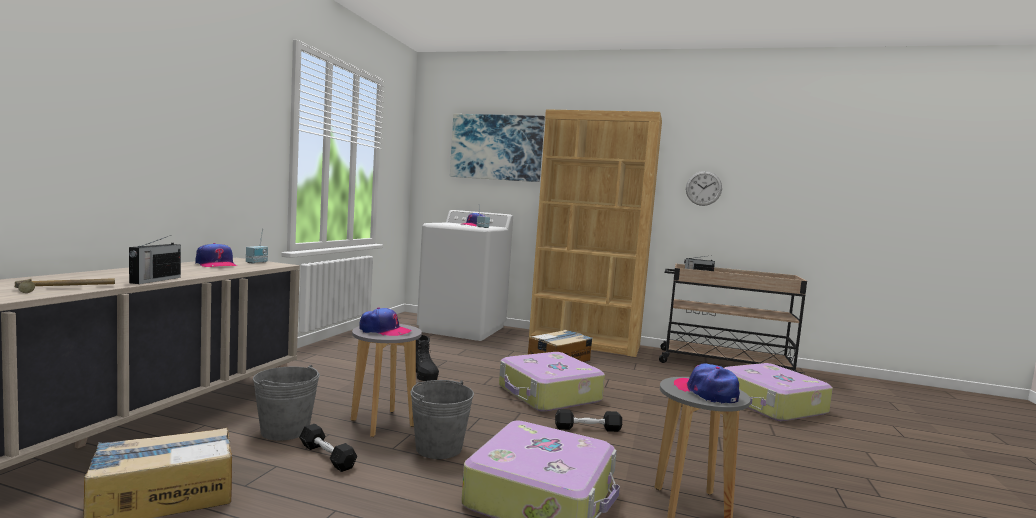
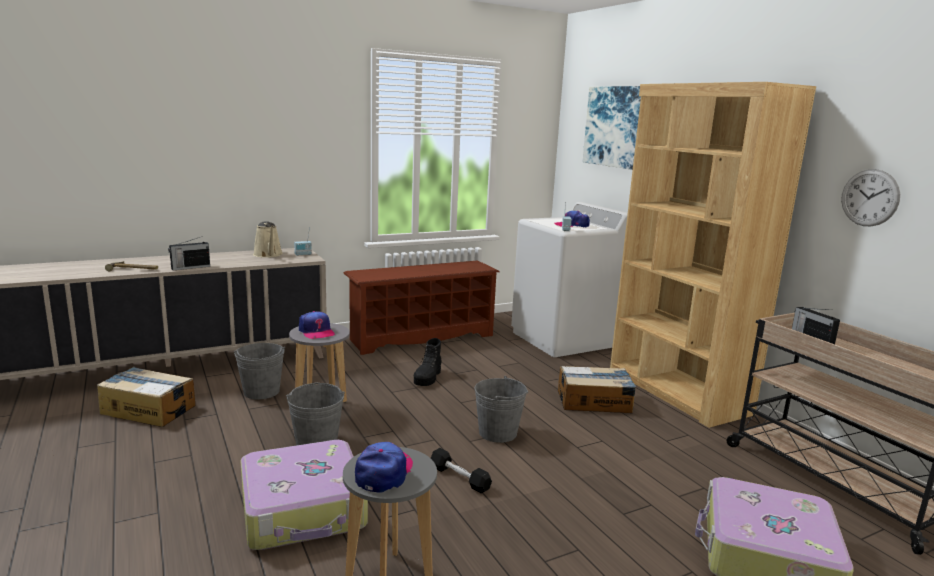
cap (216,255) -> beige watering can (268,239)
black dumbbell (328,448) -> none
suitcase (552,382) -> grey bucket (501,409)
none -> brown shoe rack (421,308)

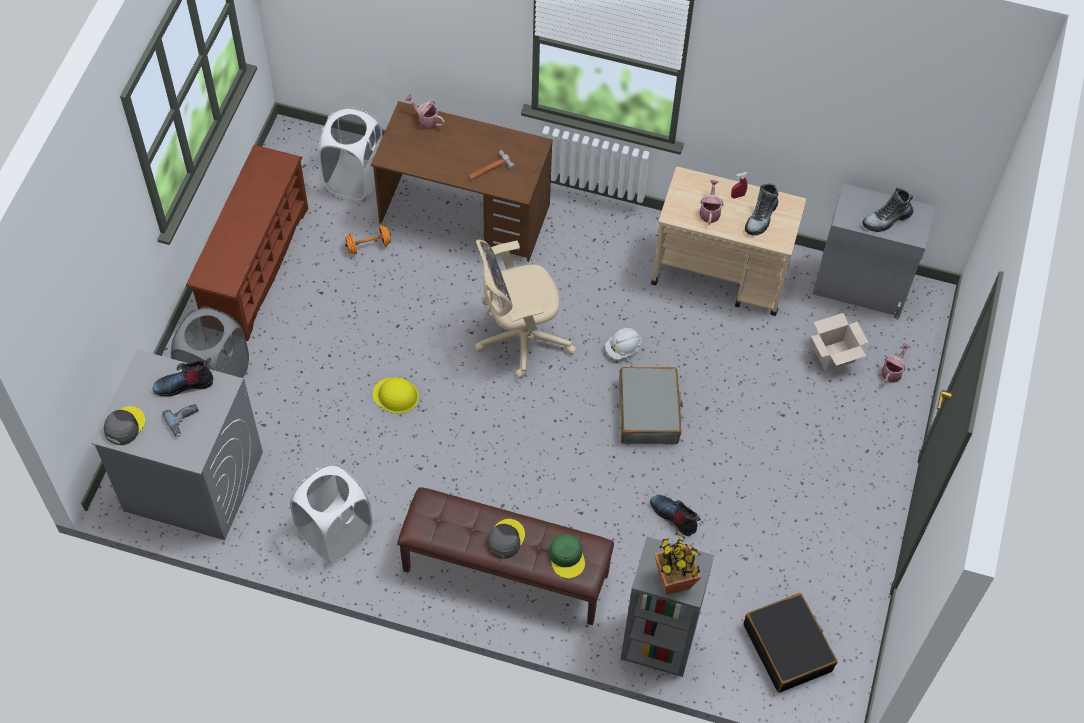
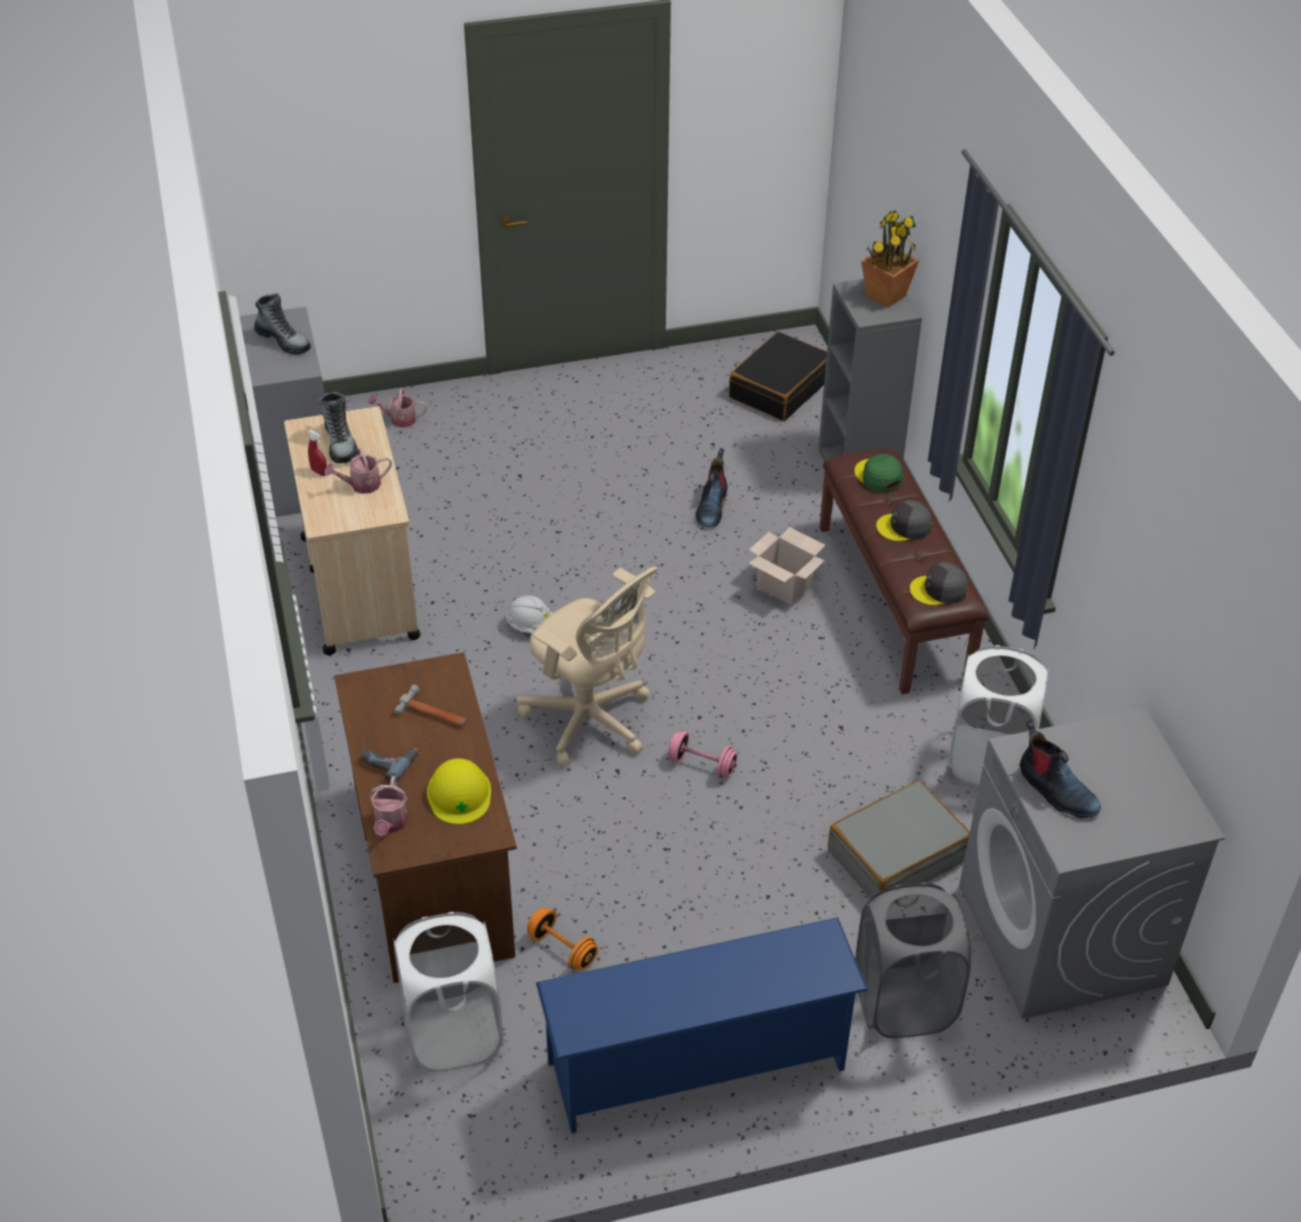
grey cap (124,425) -> grey cap (939,584), shifted
power drill (180,420) -> power drill (389,765), shifted
brown shoe rack (247,243) -> blue shoe rack (702,1025)
yellow hard hat (396,395) -> yellow hard hat (459,791), shifted
green cap (567,556) -> green cap (878,473), 75 degrees counterclockwise
grey suitcase (651,405) -> grey suitcase (899,839), shifted
boot (762,209) -> boot (338,427), 75 degrees clockwise
cardboard box (839,342) -> cardboard box (786,566), shifted
none -> pink dumbbell (703,754)

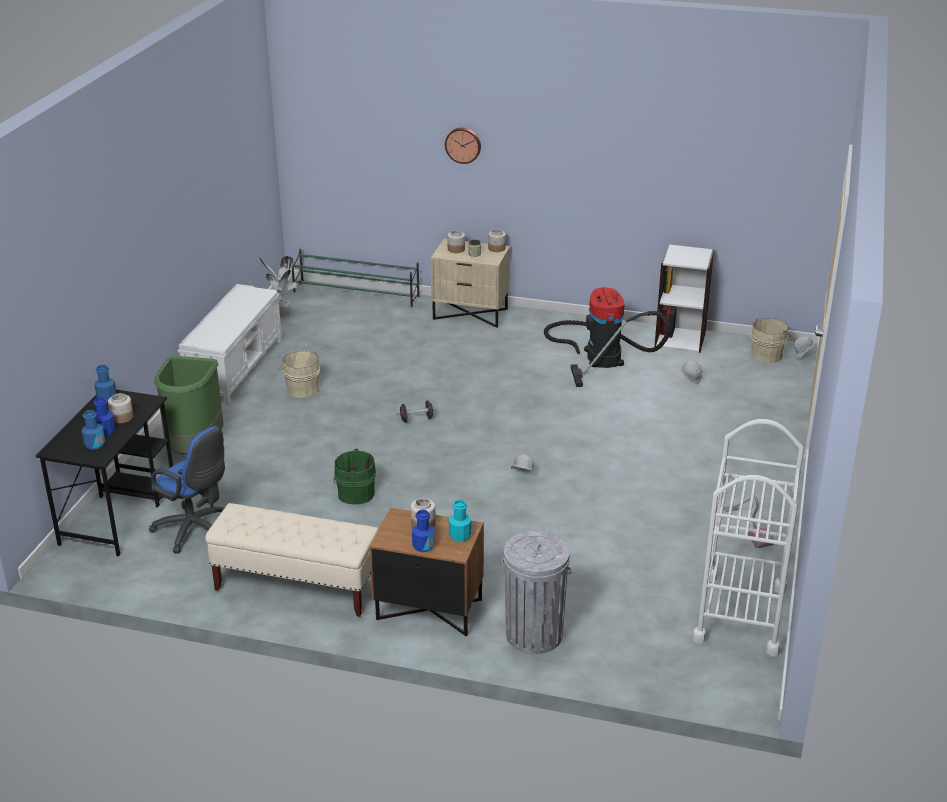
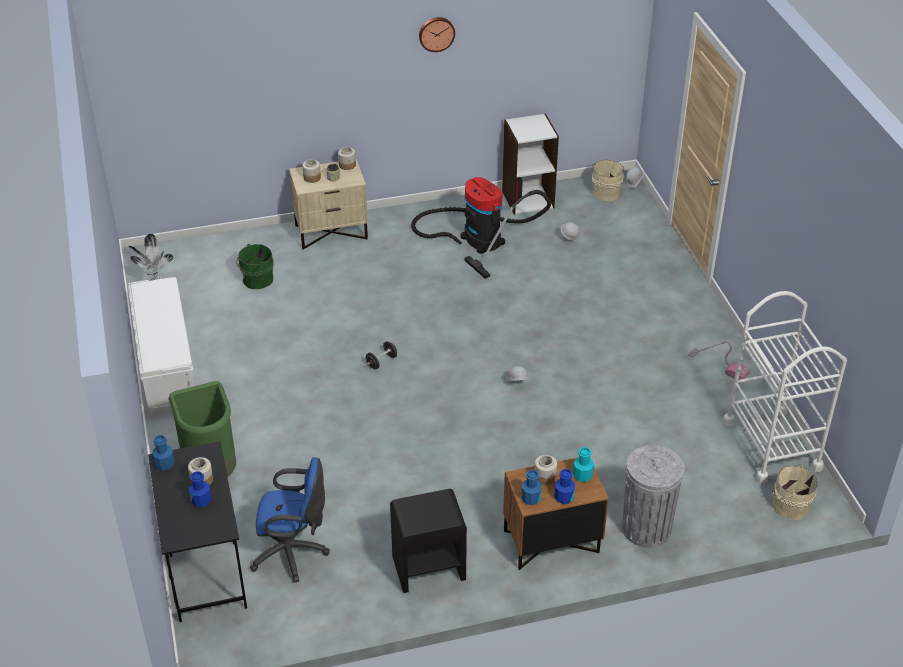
blue bottle (93,430) -> blue bottle (531,487), shifted
beige bench (291,560) -> black nightstand (428,541)
beige bucket (299,374) -> beige bucket (795,492), shifted
green shoe rack (356,277) -> none
green bucket (354,477) -> green bucket (255,266), shifted
wall clock (463,146) -> wall clock (437,34), shifted

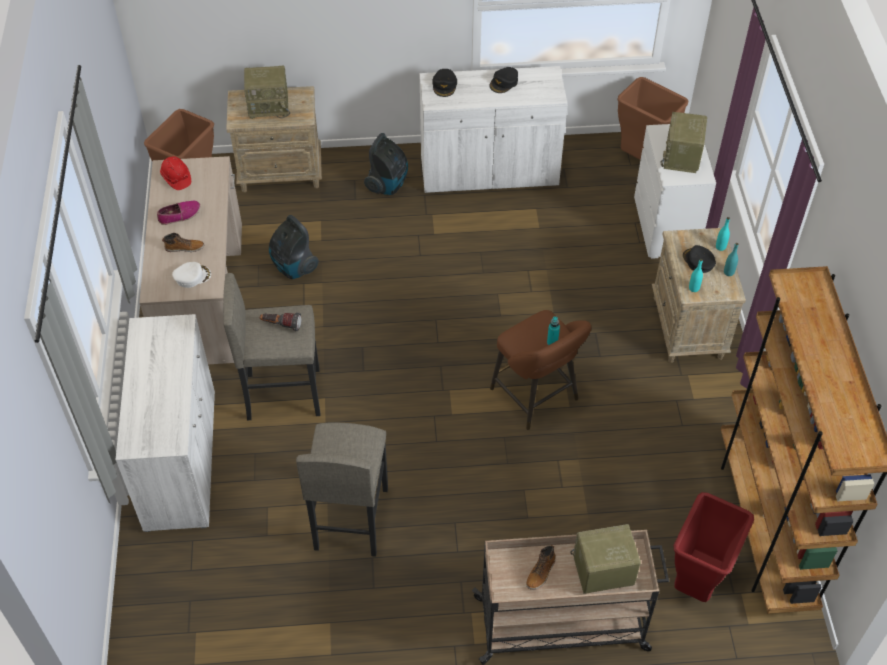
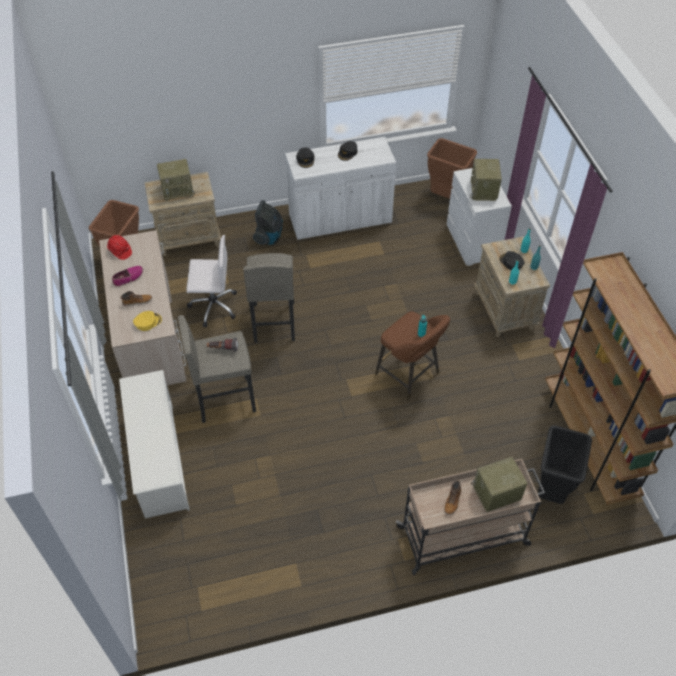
white cabinet (165,423) -> white shoe rack (154,444)
white cap (191,275) -> yellow cap (147,321)
vacuum cleaner (294,247) -> white office chair (212,281)
grey stool (342,489) -> grey stool (269,298), shifted
red trash can (714,547) -> black trash can (565,465)

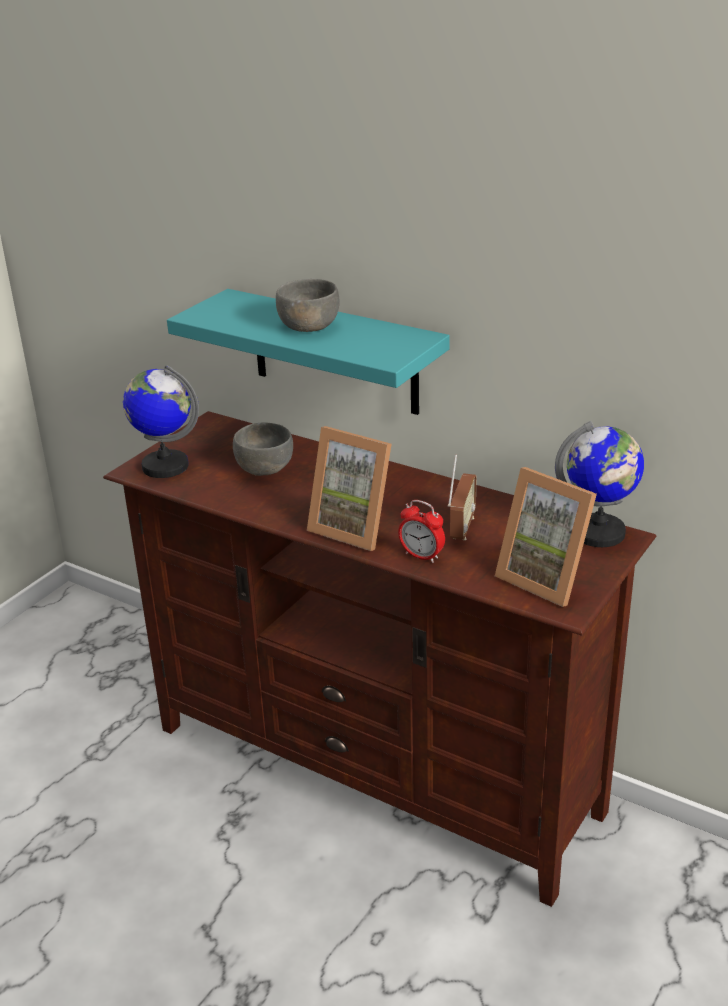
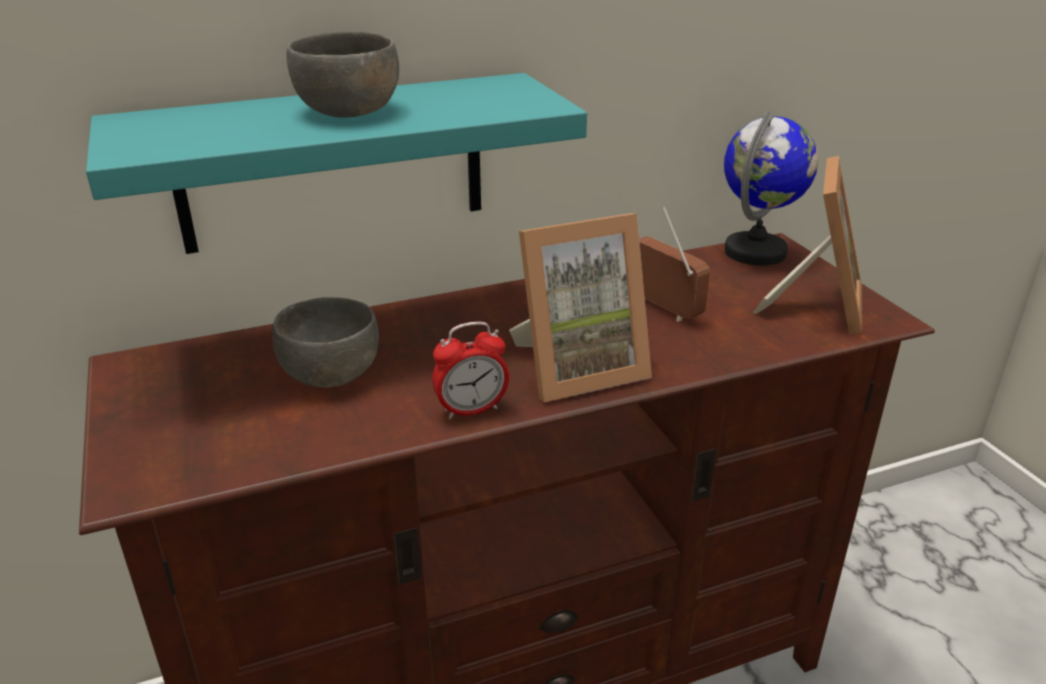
globe (161,421) -> none
alarm clock (421,531) -> alarm clock (470,370), shifted
picture frame (546,537) -> picture frame (807,245), 60 degrees counterclockwise

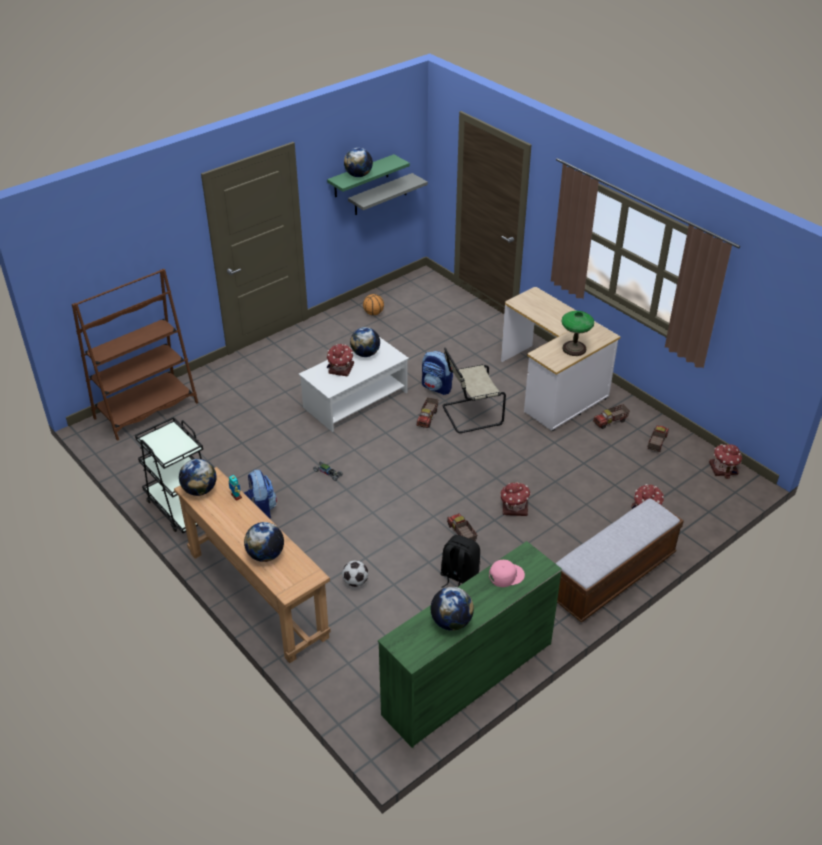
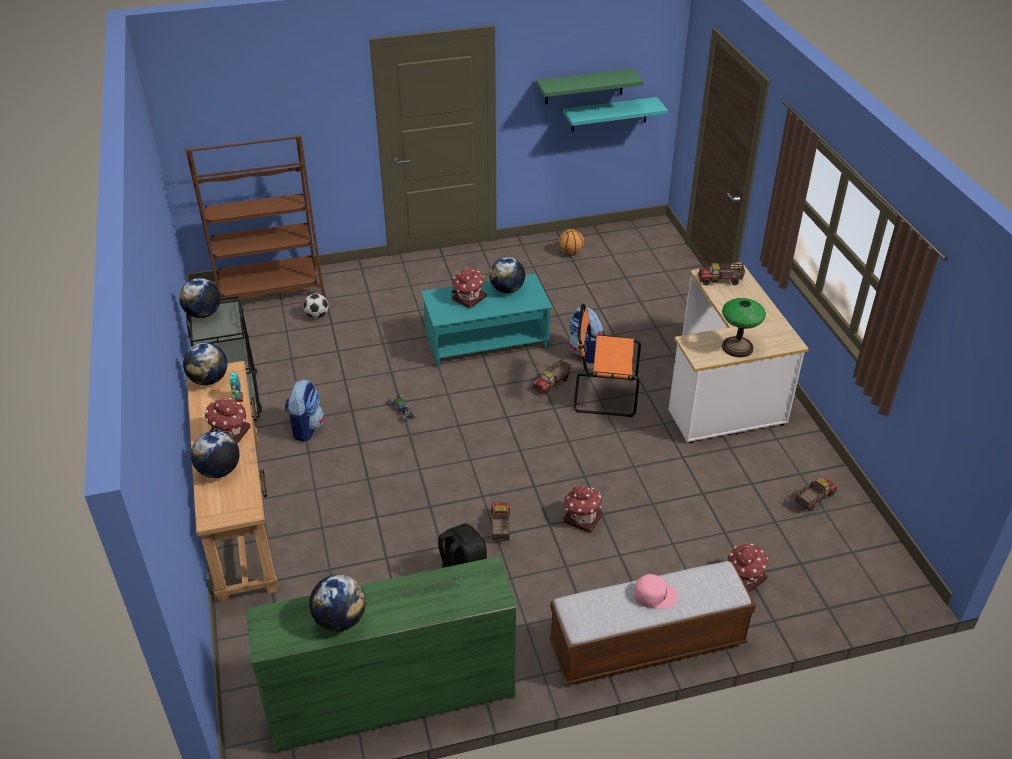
white coffee table (354,384) -> turquoise coffee table (486,320)
football (355,573) -> football (316,305), shifted
globe (358,162) -> globe (199,298), shifted
grey shelf (388,194) -> turquoise shelf (615,114)
beige chair (474,390) -> orange chair (607,360)
pink cap (507,573) -> pink cap (656,591), shifted
toy truck (611,416) -> toy truck (721,274), shifted
toy house (725,461) -> toy house (228,421), shifted

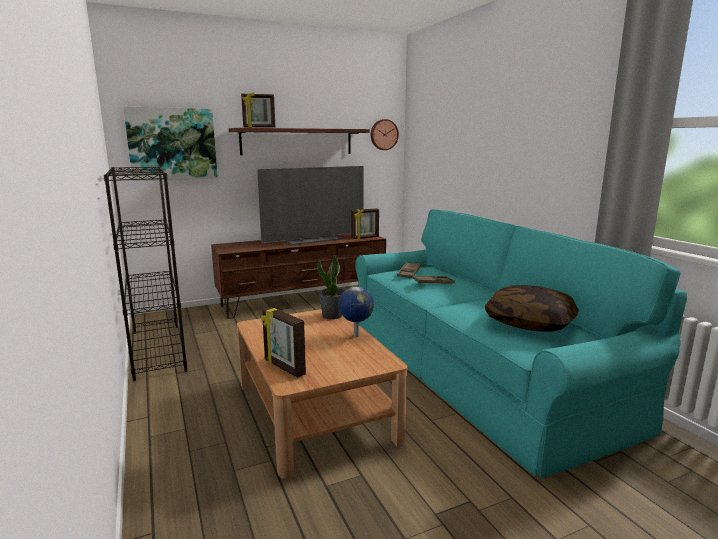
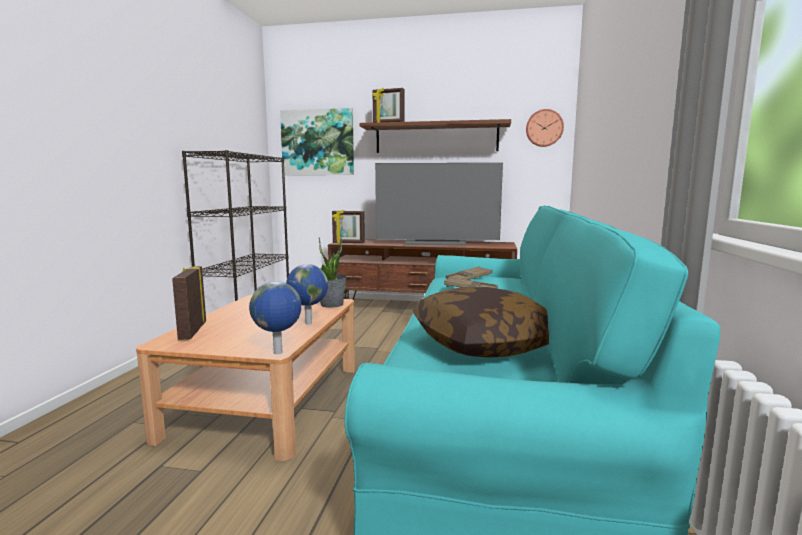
picture frame (365,223) -> picture frame (348,226), shifted
none -> globe (275,317)

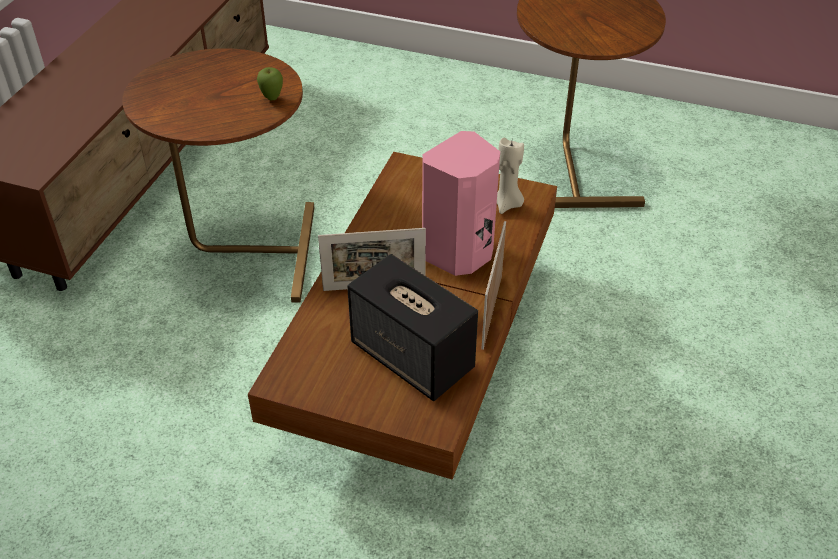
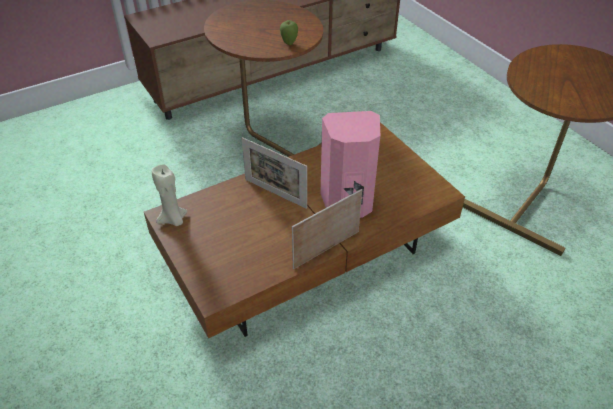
speaker (412,327) -> none
beige candle (510,176) -> beige candle (169,195), shifted

